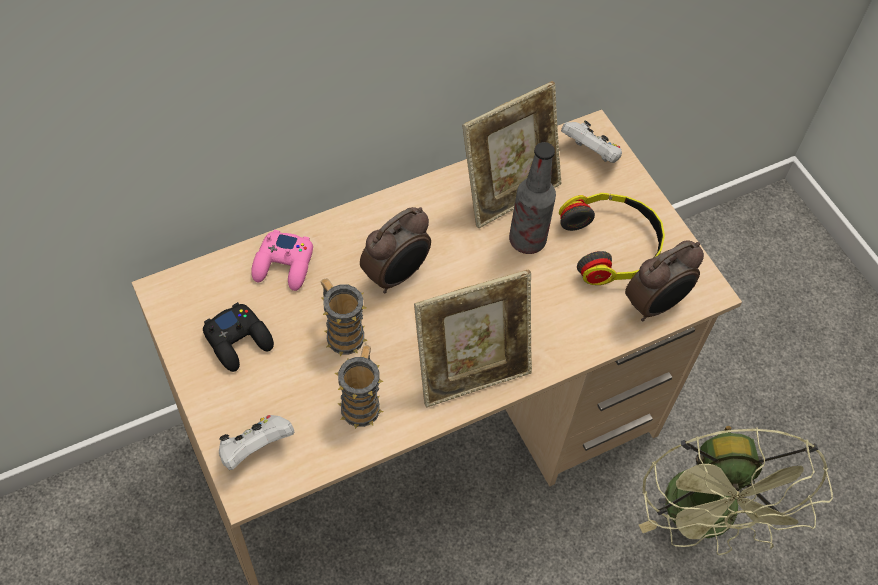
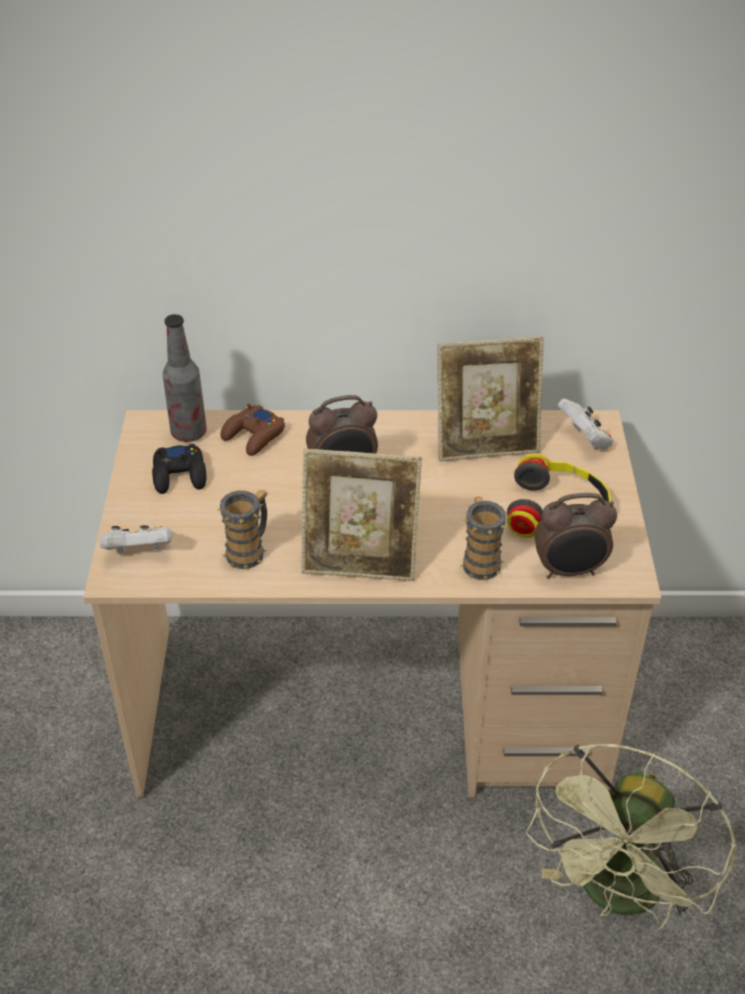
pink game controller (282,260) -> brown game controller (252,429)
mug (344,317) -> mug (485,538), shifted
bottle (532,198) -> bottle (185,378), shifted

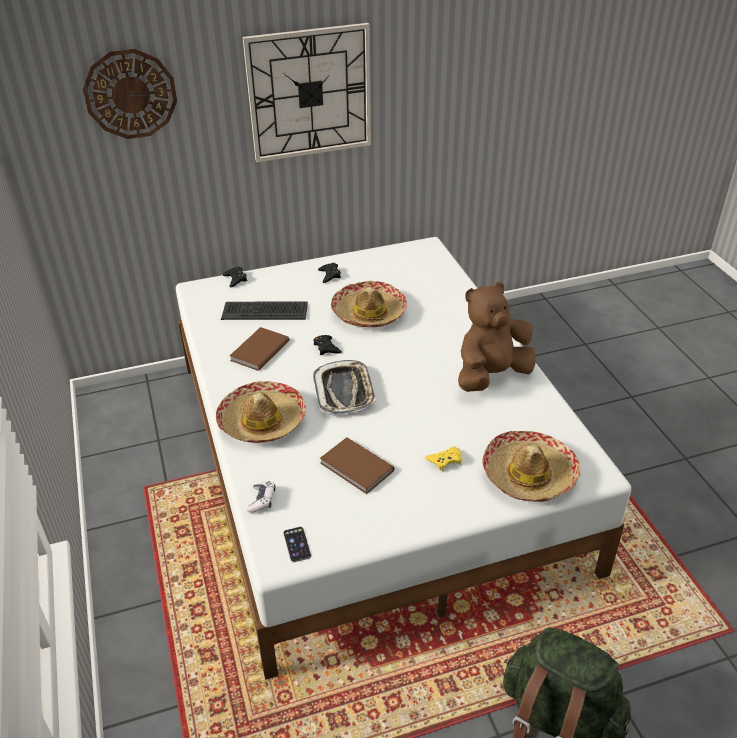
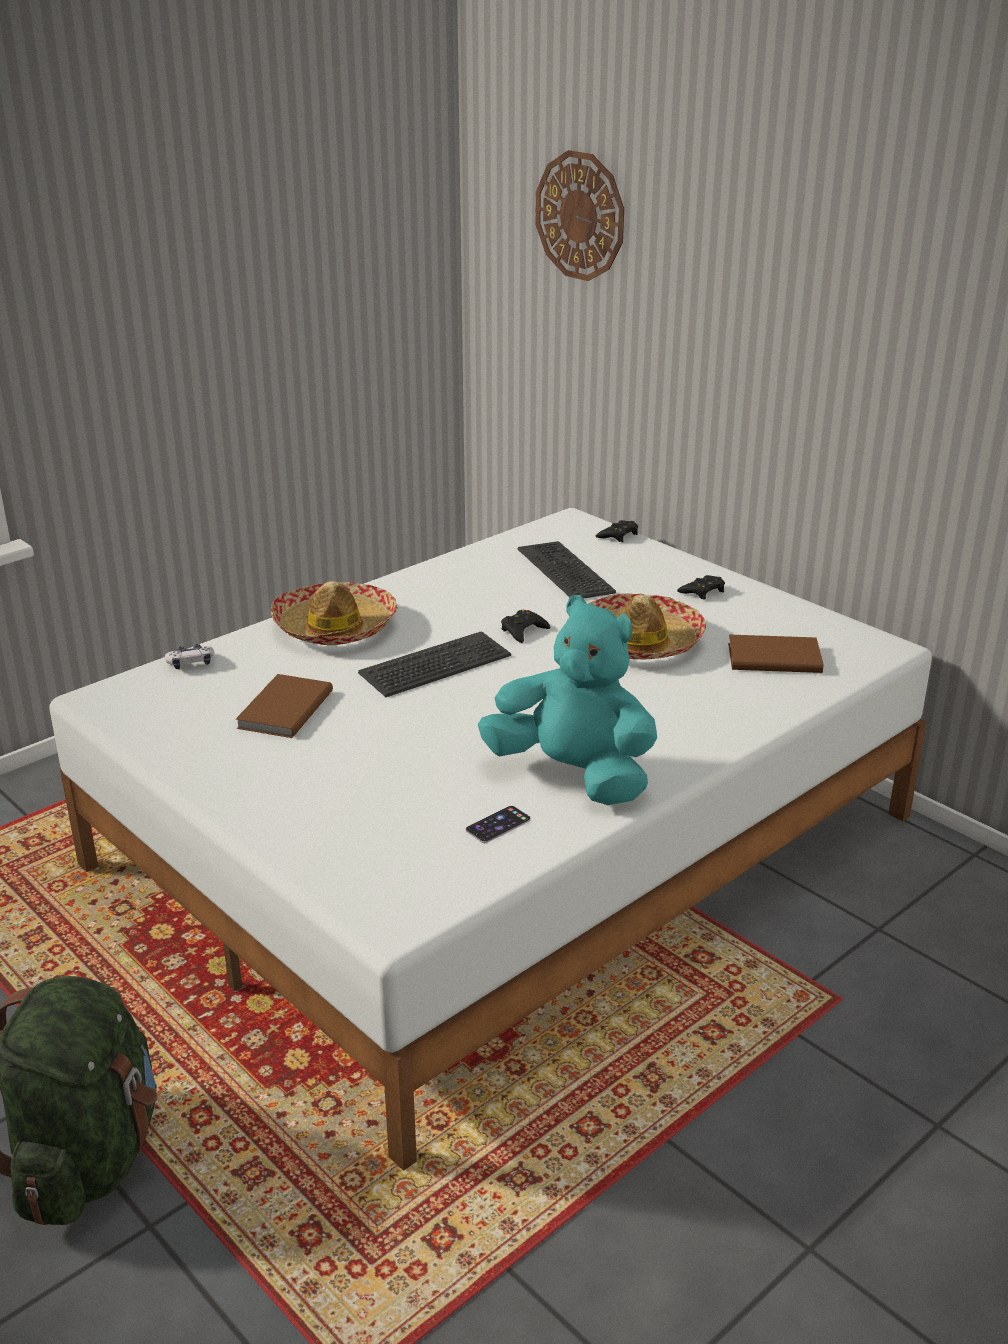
brown book (259,349) -> brown book (776,653), shifted
wall clock (307,92) -> none
phone (297,544) -> phone (498,824), shifted
tray (344,387) -> keyboard (434,664)
yellow game controller (443,459) -> none
brown plush toy (496,337) -> turquoise plush toy (567,700)
hat (531,466) -> none

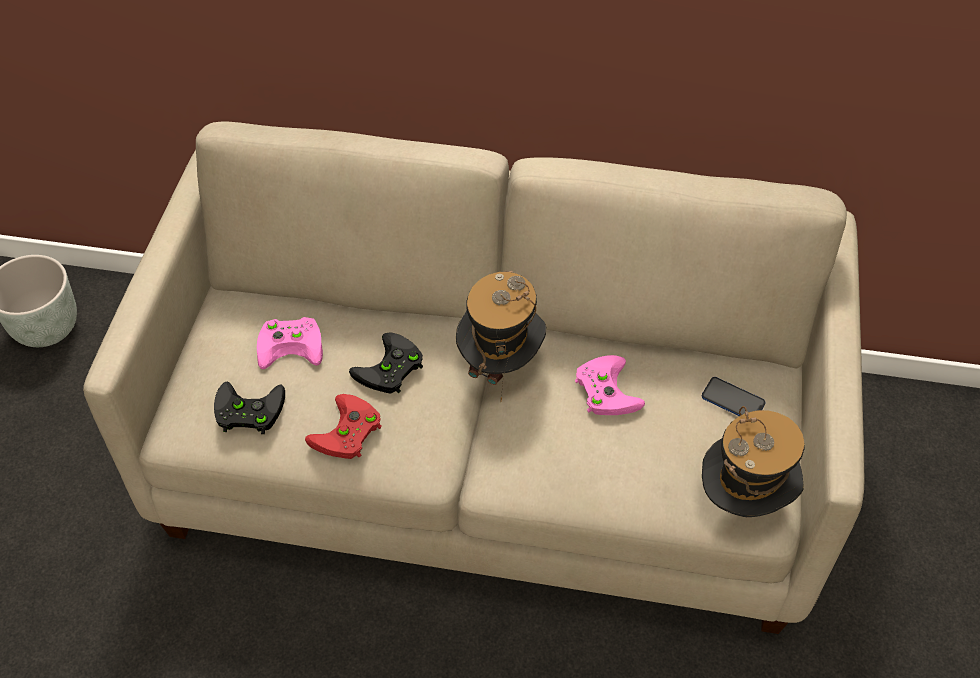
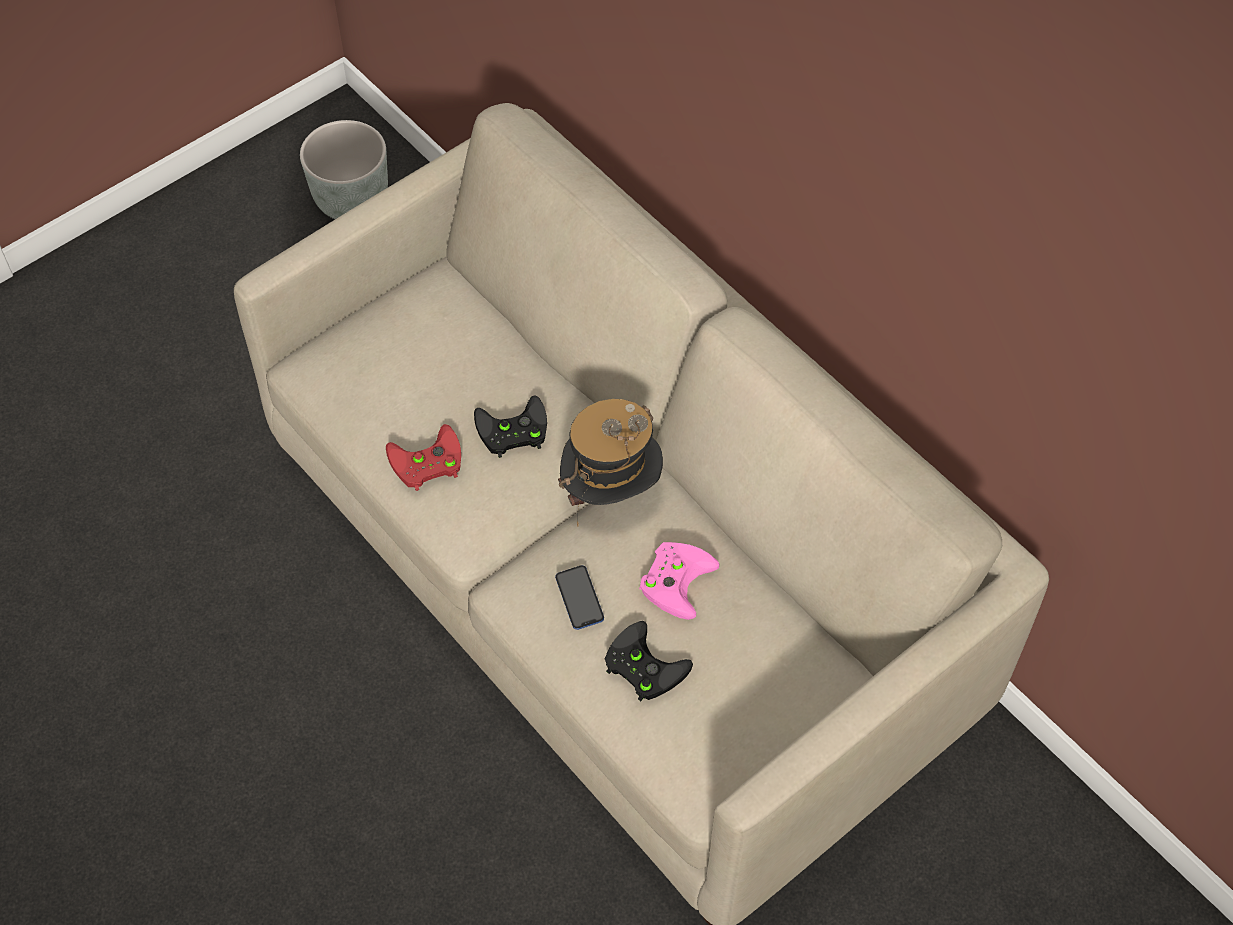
black game controller (249,408) -> black game controller (649,661), shifted
pink game controller (290,343) -> none
phone (734,396) -> phone (579,597), shifted
hat (753,461) -> none

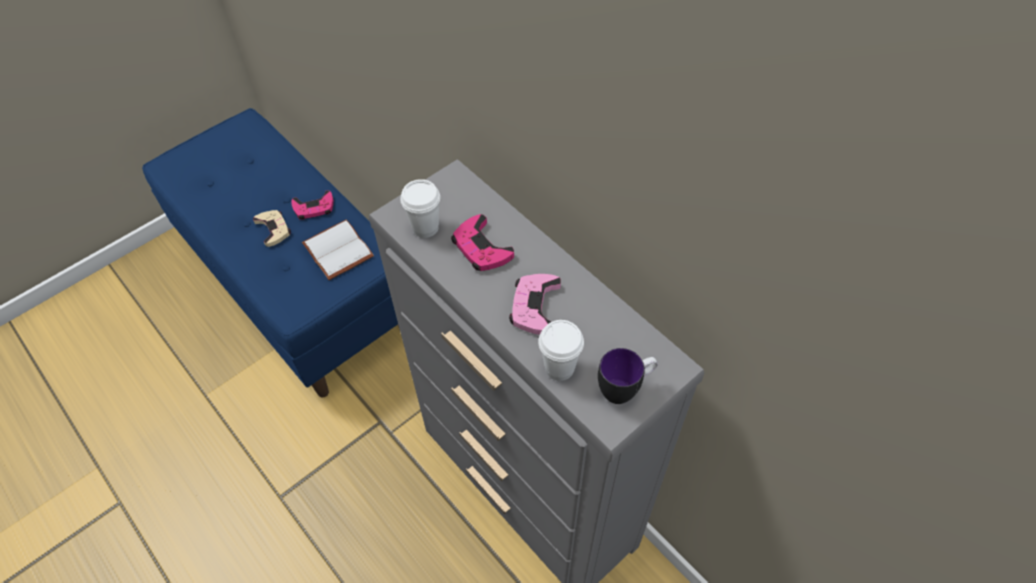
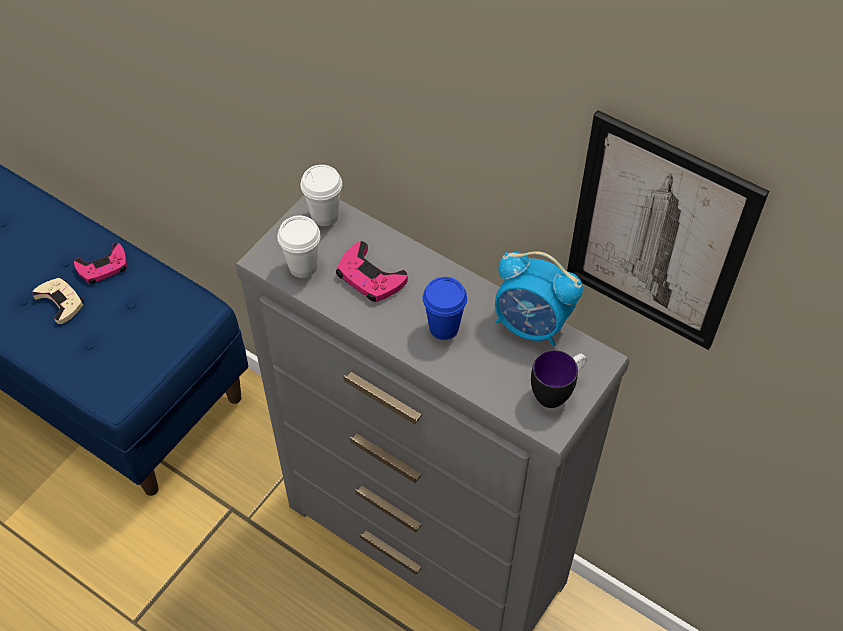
white book (338,250) -> none
pink game controller (535,304) -> blue cup (445,308)
white cup (561,350) -> white cup (321,195), shifted
none -> alarm clock (539,298)
none -> picture (668,230)

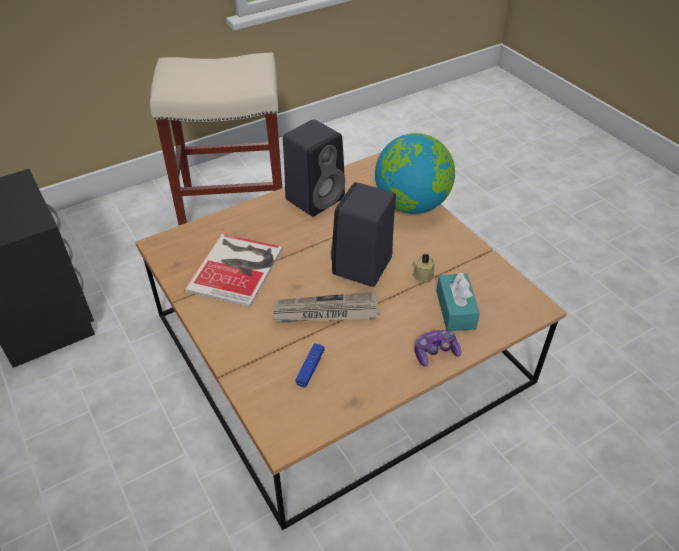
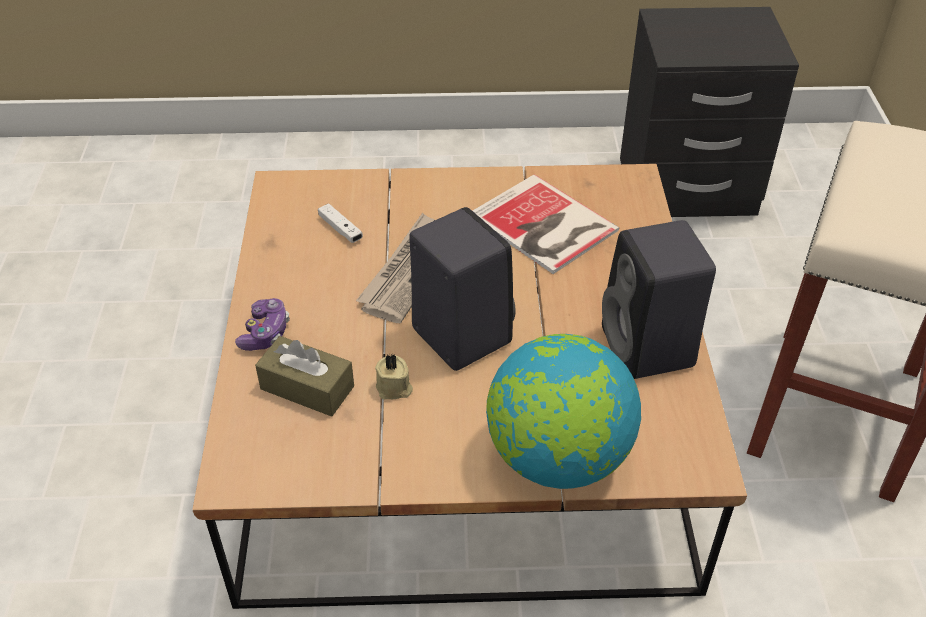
blue game controller (310,365) -> white game controller (340,223)
turquoise tissue box (458,301) -> brown tissue box (304,376)

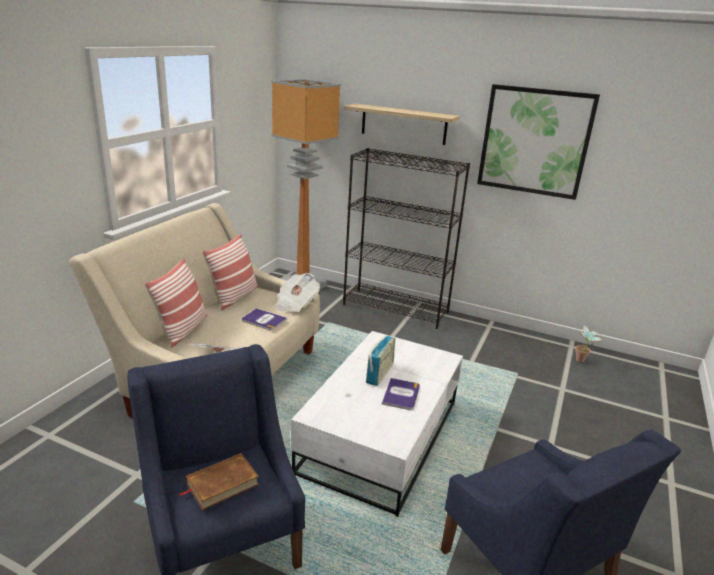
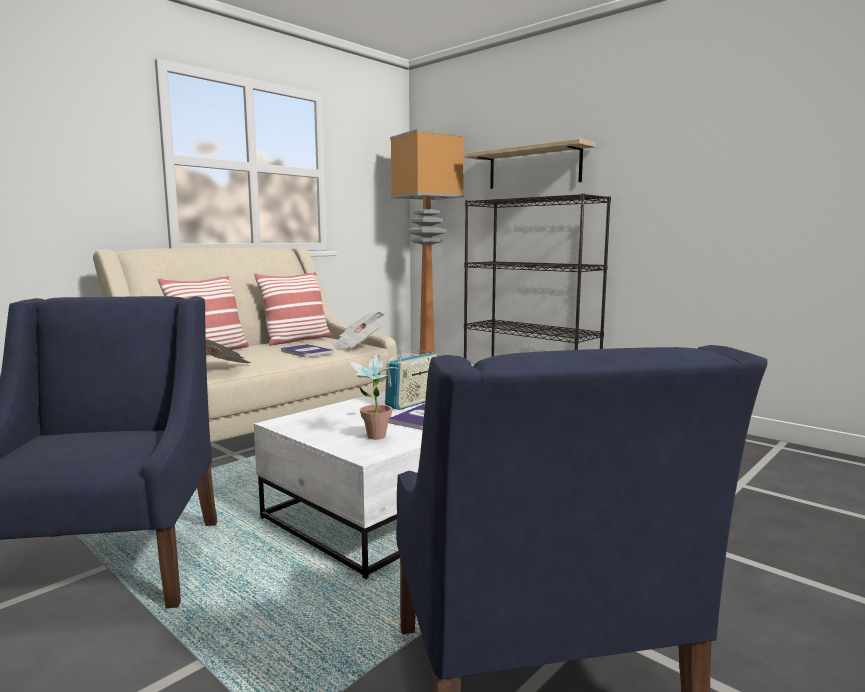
brown book (219,481) -> none
picture (538,142) -> none
potted plant (588,343) -> potted plant (374,396), shifted

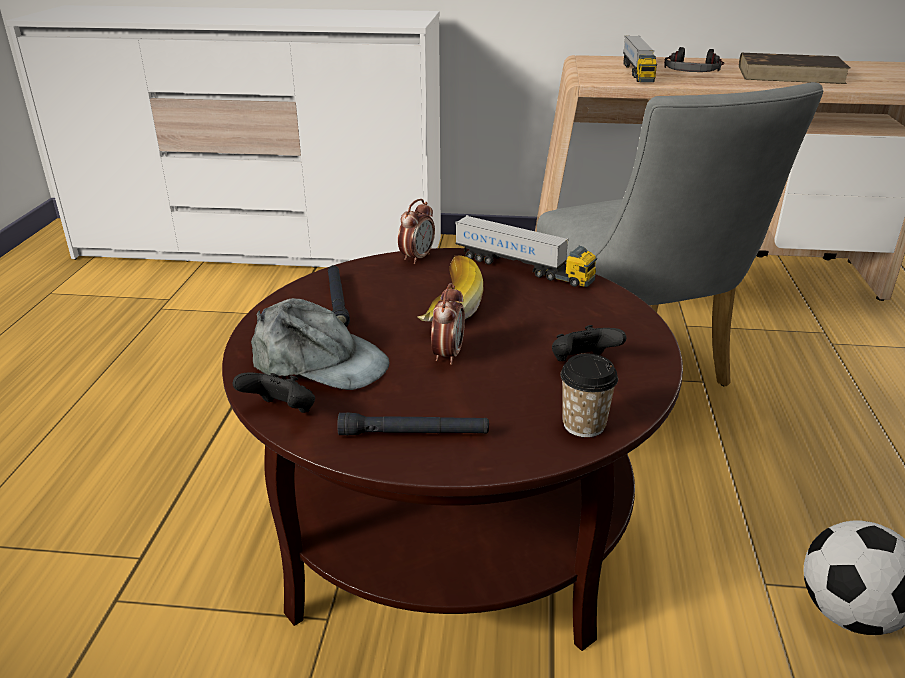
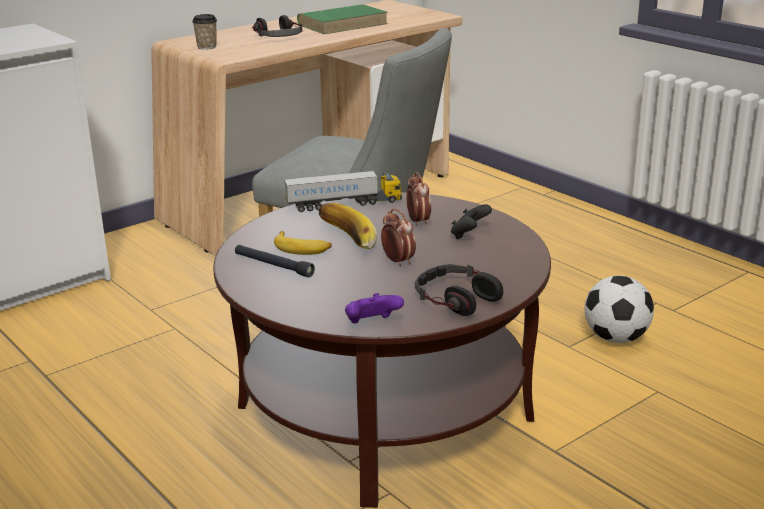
black game controller (274,393) -> purple game controller (374,308)
grey cap (320,344) -> none
black flashlight (413,424) -> headphones (459,290)
alarm clock (416,231) -> alarm clock (419,199), shifted
cup (589,395) -> cup (204,31), shifted
toy truck (640,59) -> none
brown book (795,68) -> green book (342,19)
none -> banana (303,243)

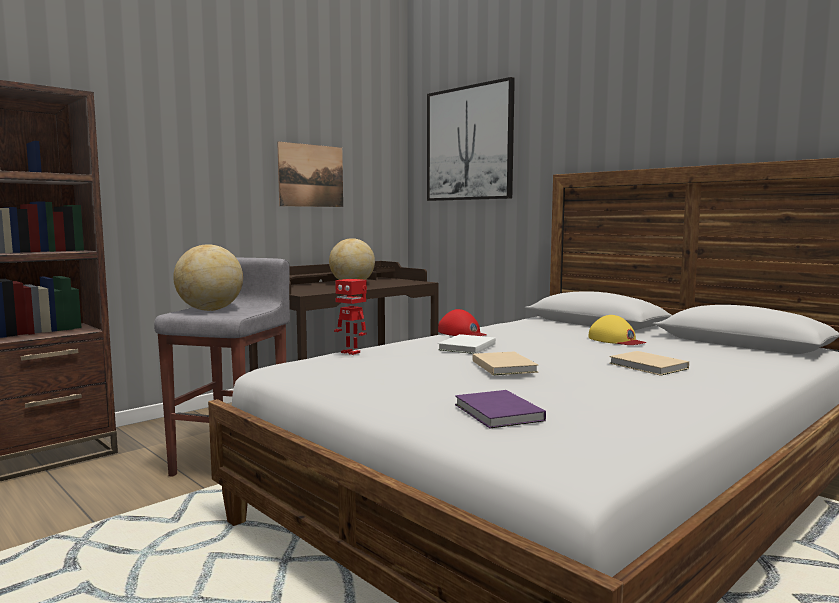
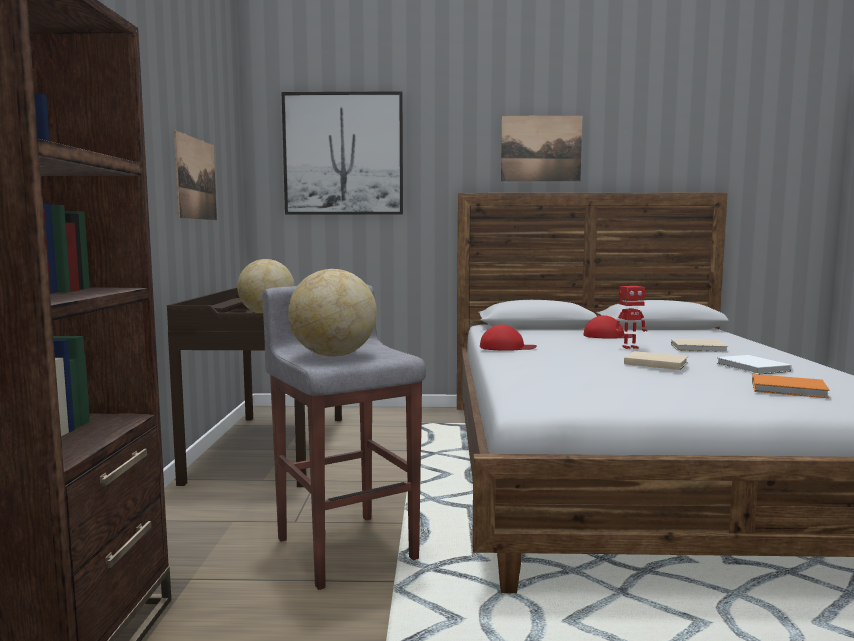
toy robot (350,317) -> toy robot (631,317), shifted
white book (467,344) -> white book (754,365), shifted
purple book (500,409) -> orange book (791,386)
yellow cap (617,330) -> red cap (608,327)
none -> picture (541,148)

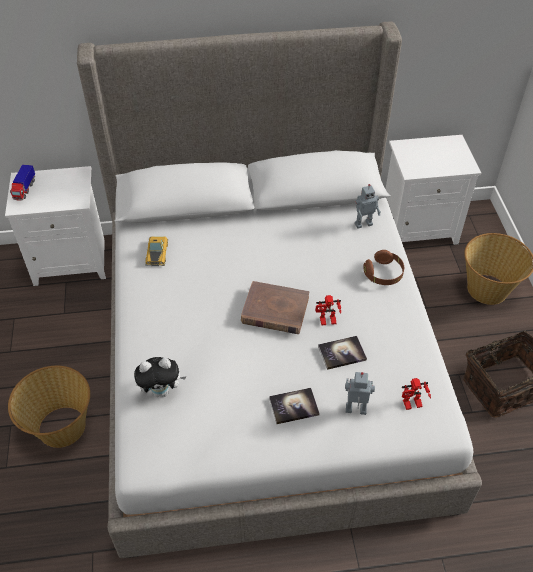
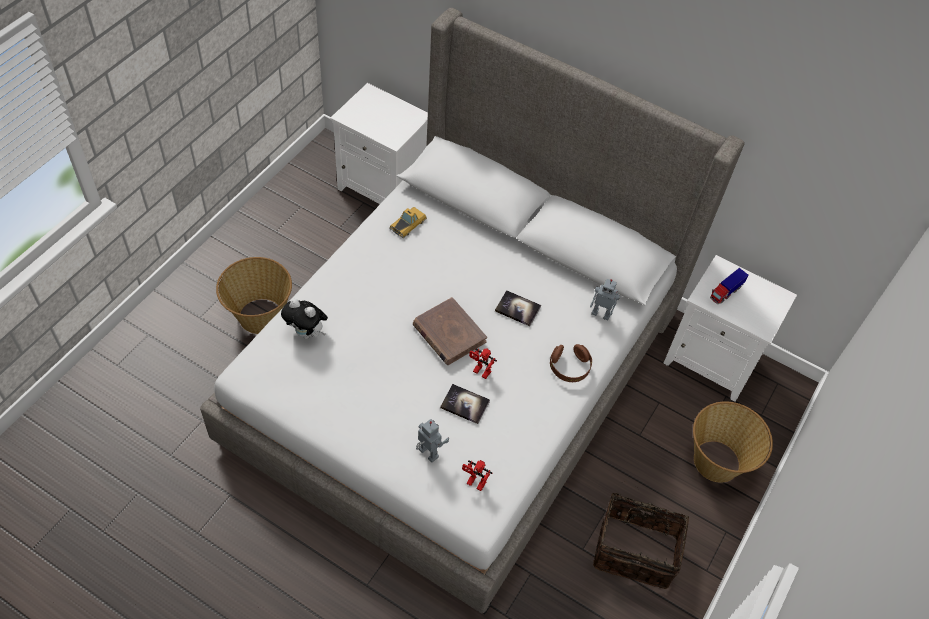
toy truck (22,182) -> toy truck (729,286), shifted
book (294,406) -> book (518,308), shifted

